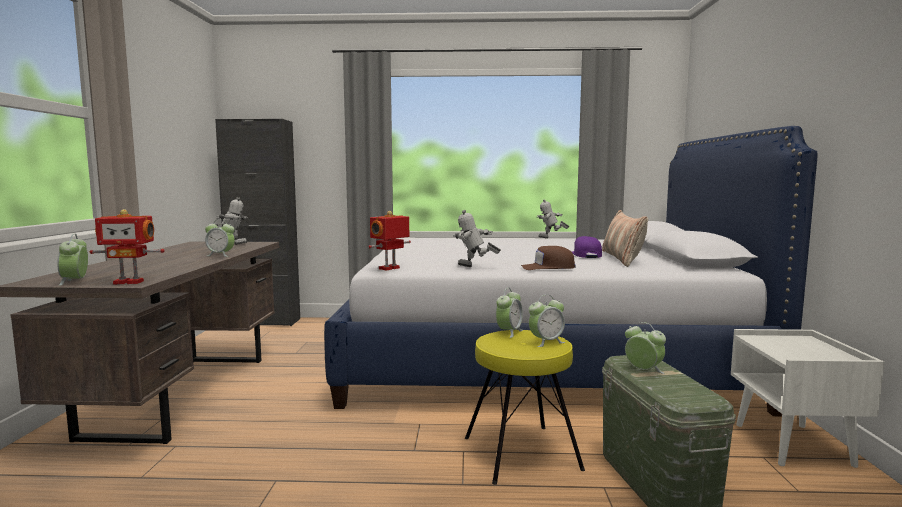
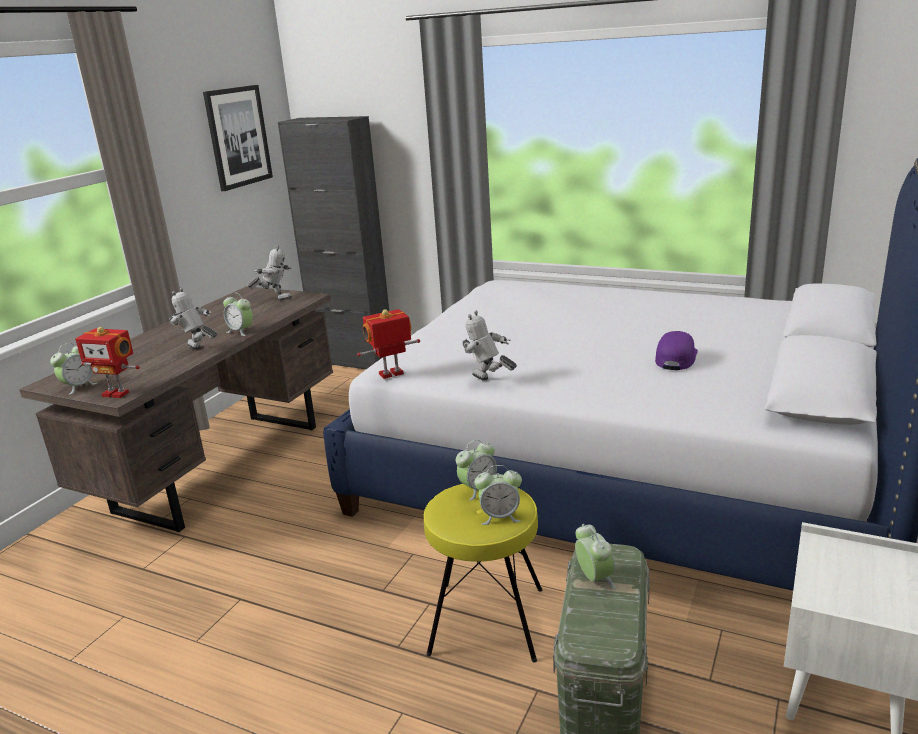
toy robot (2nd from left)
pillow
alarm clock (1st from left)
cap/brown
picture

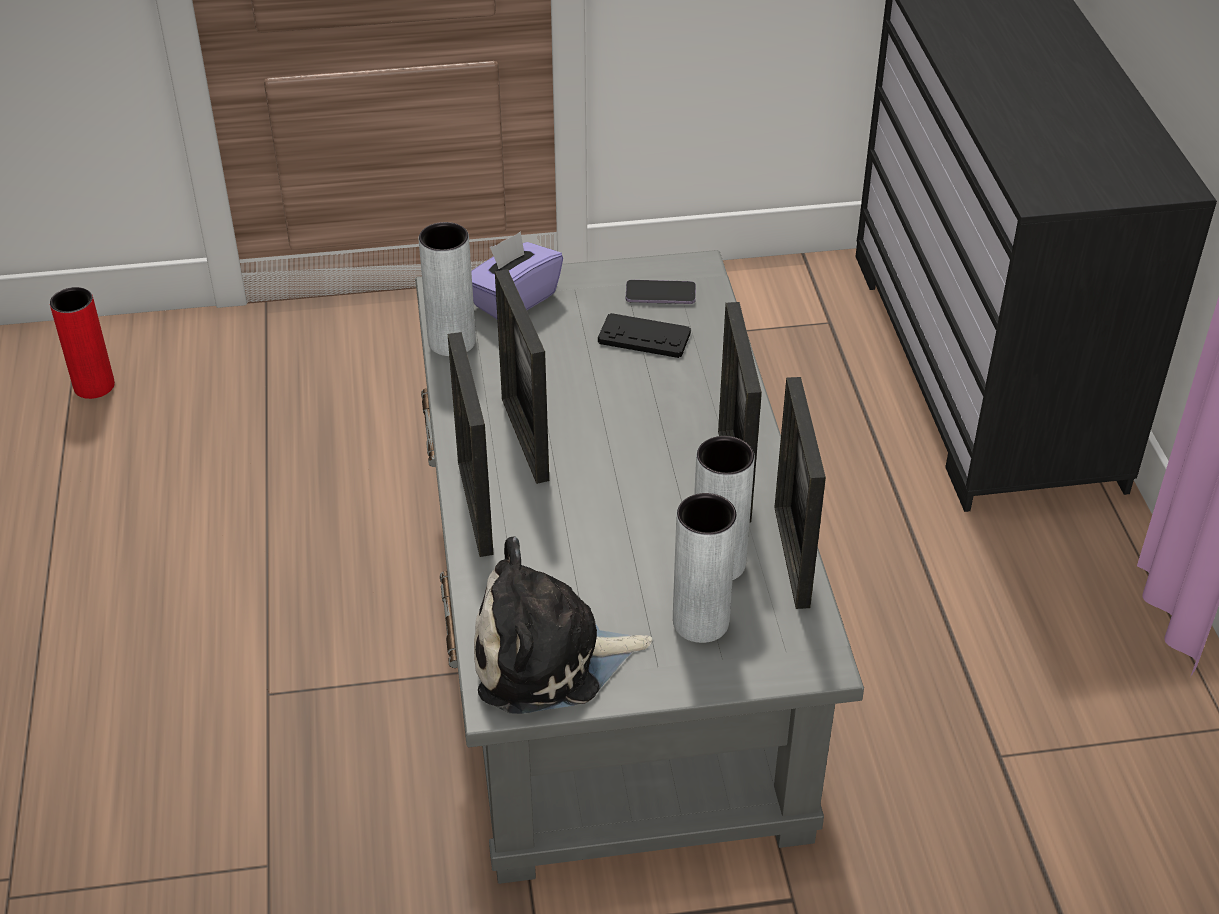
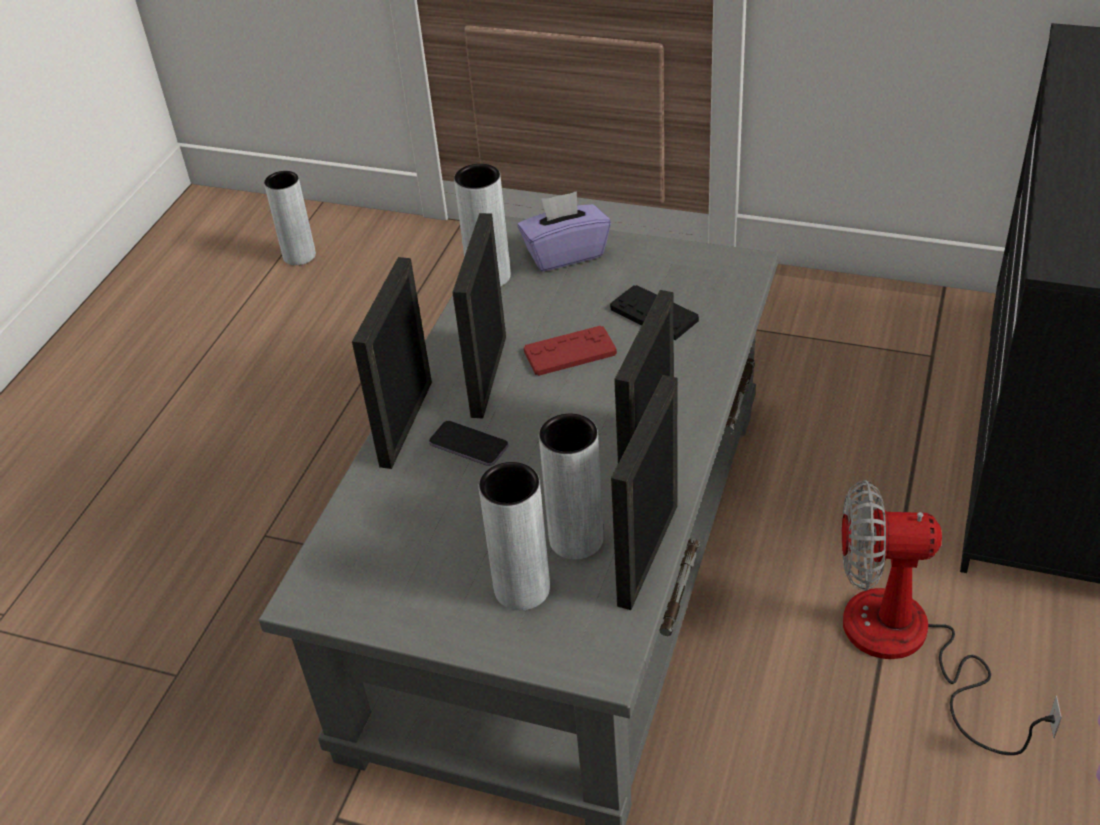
phone
vase/grey (1st from left)
plush toy
game controller/red
fan

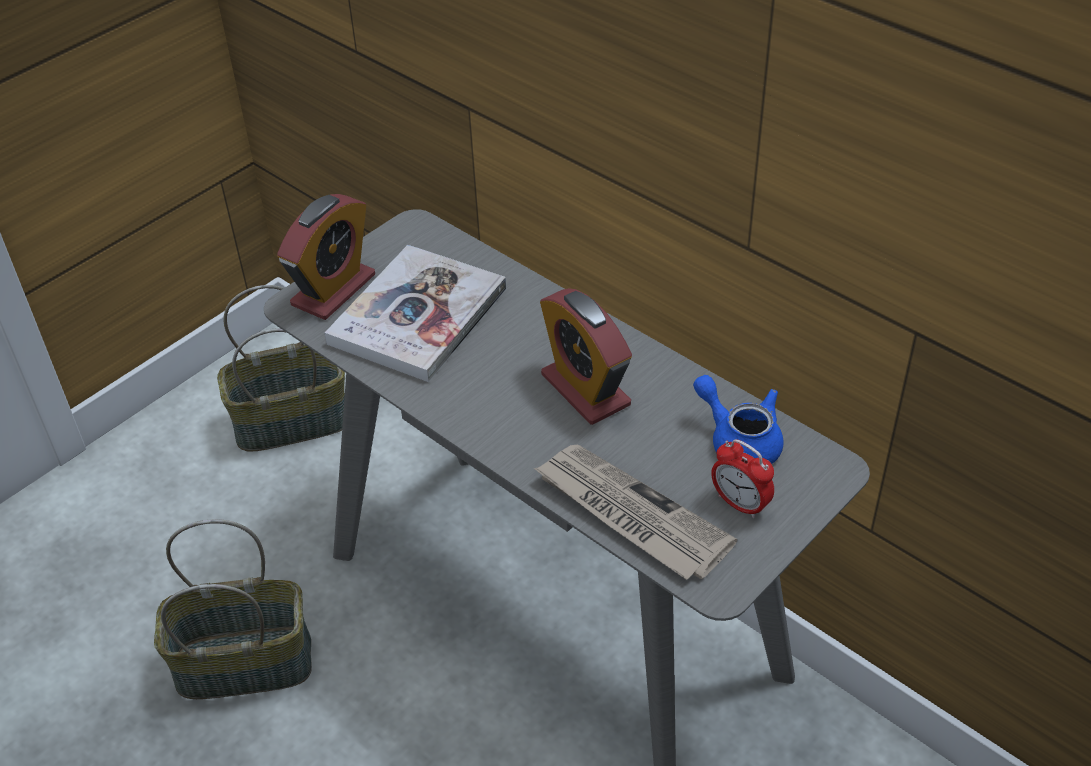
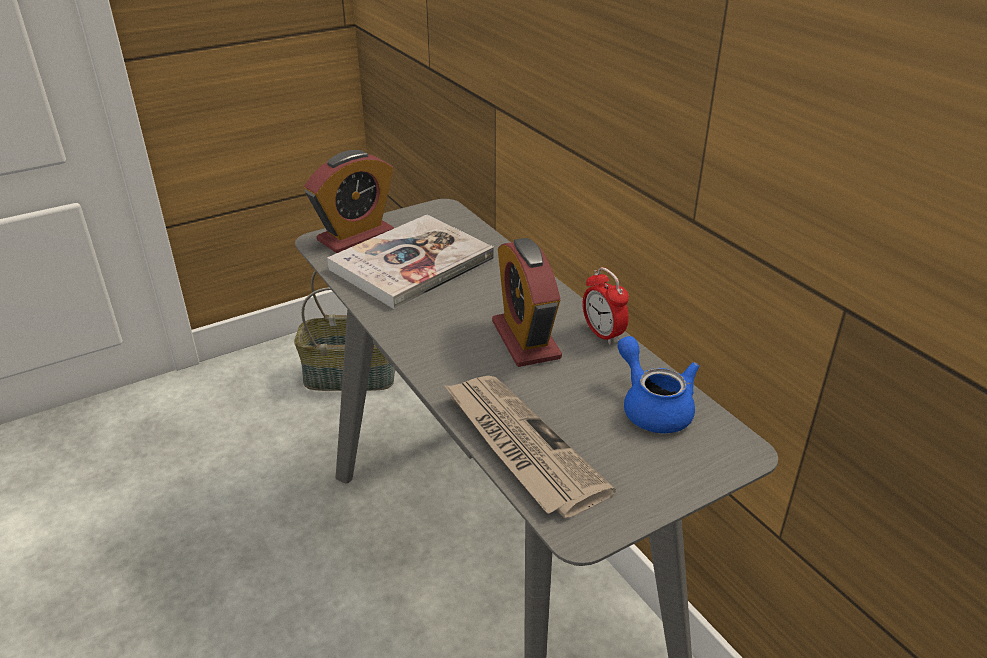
alarm clock (3rd from left)
basket (1st from left in the first image)

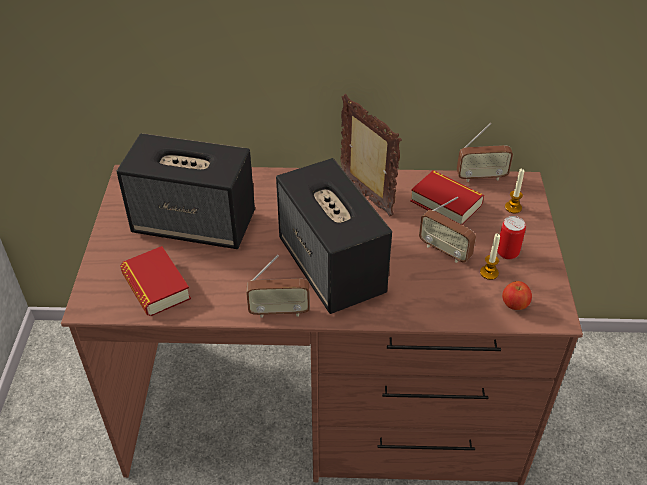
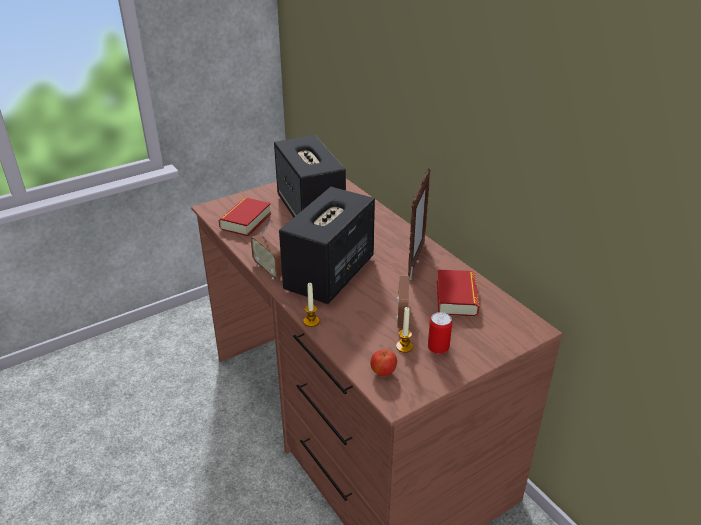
radio (3rd from left in the first image)
candle (1st from left)

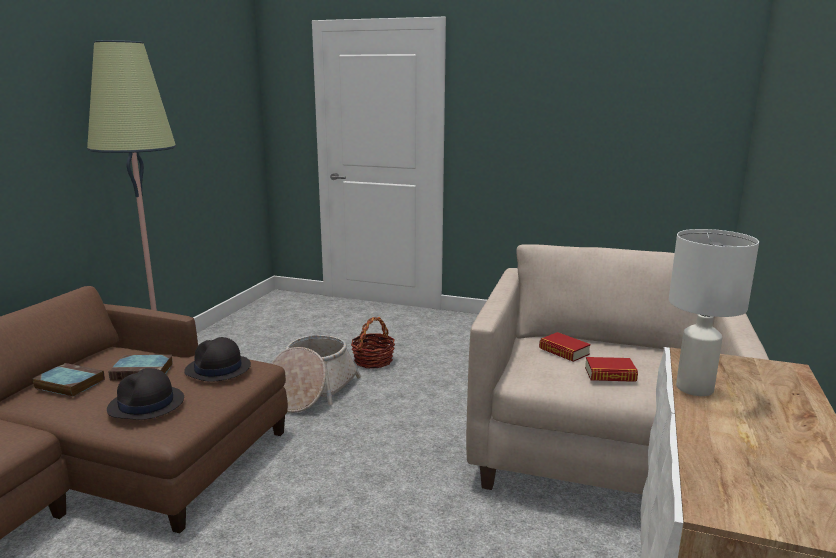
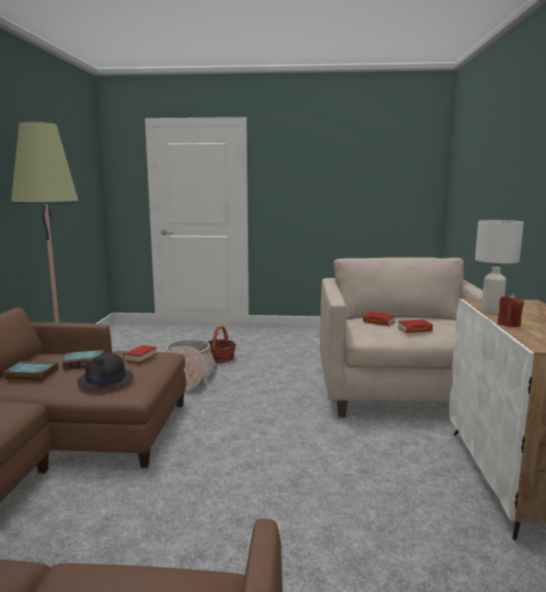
book (3rd from left)
candle/red

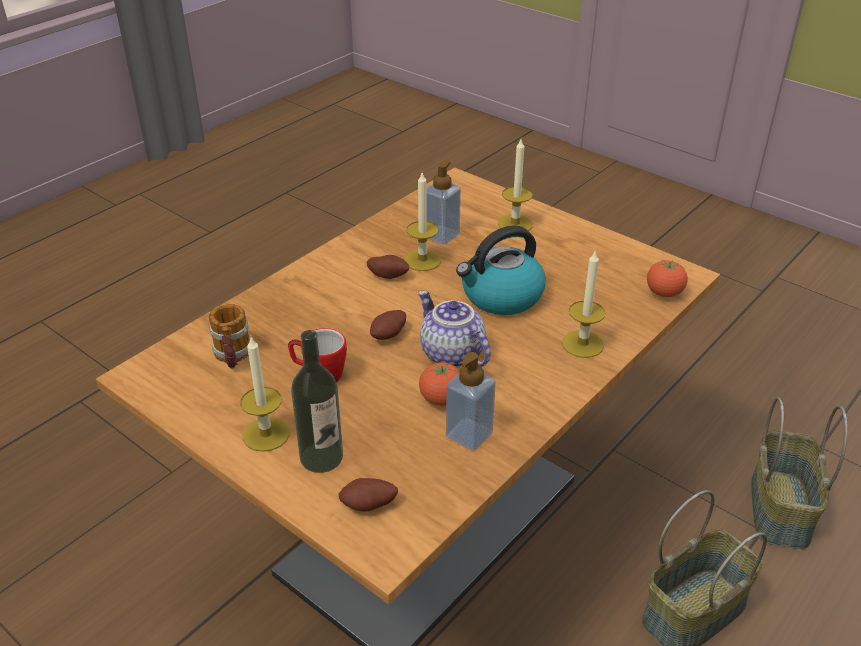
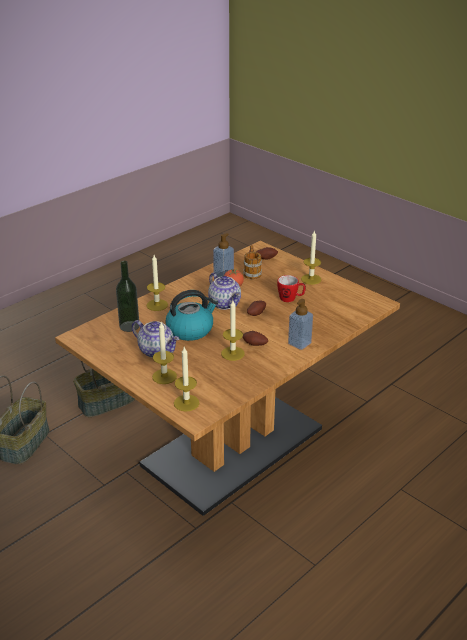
soap dispenser (2nd from left)
tomato (2nd from left in the first image)
mug (1st from left)
bottle
teapot (1st from left)
candle (3rd from left)

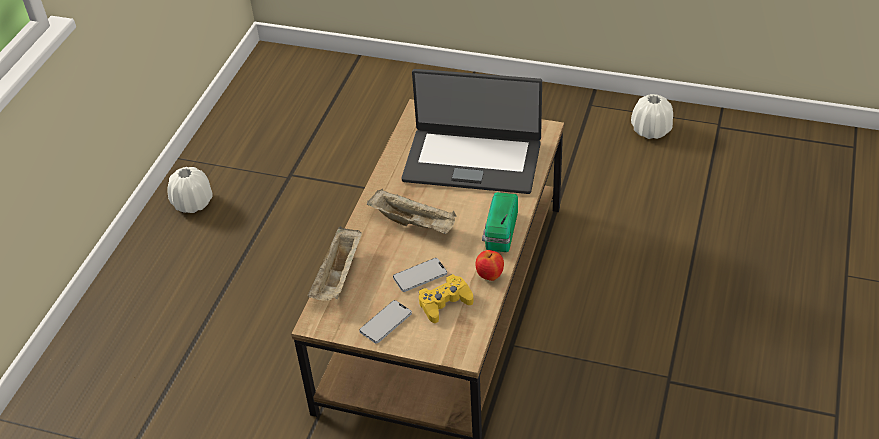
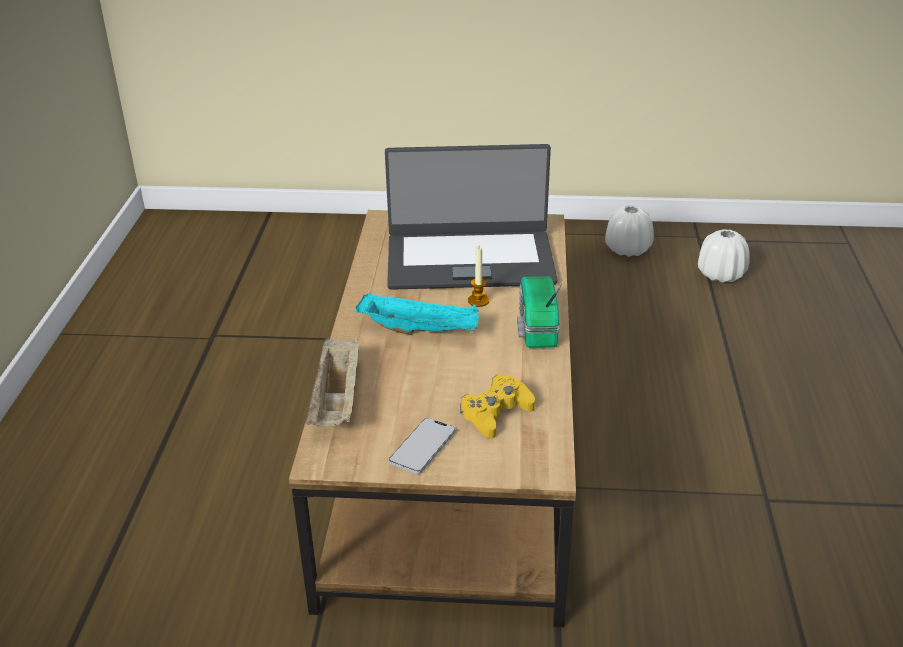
vase/white (2nd from left)
tray/turquoise
apple
phone (2nd from left in the first image)
candle

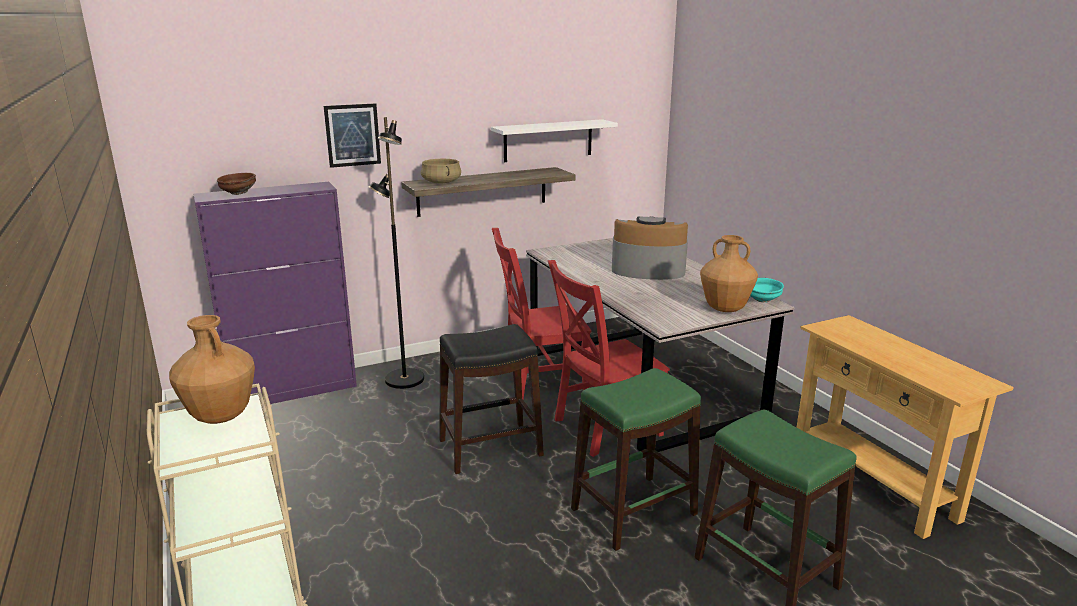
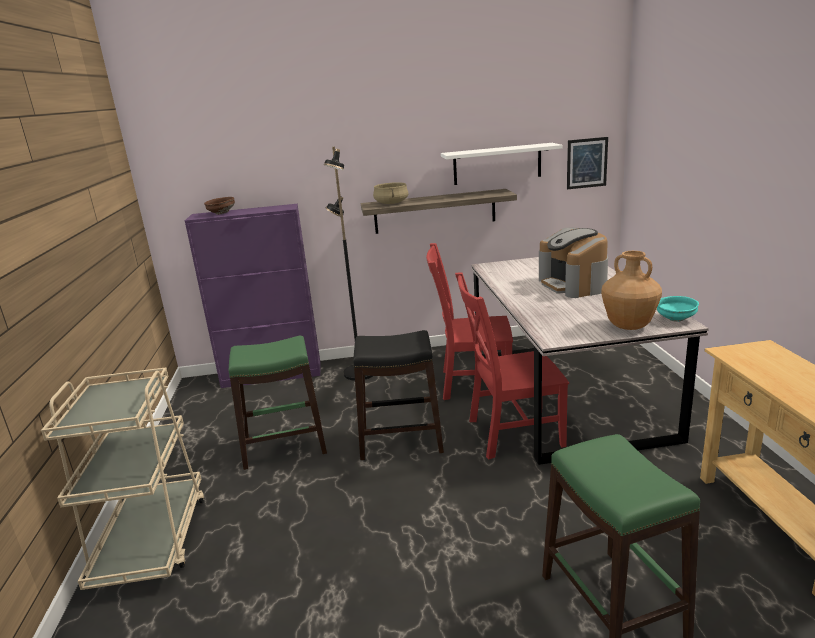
picture
coffee machine
vase/brown (1st from left in the first image)
stool/green (1st from left)

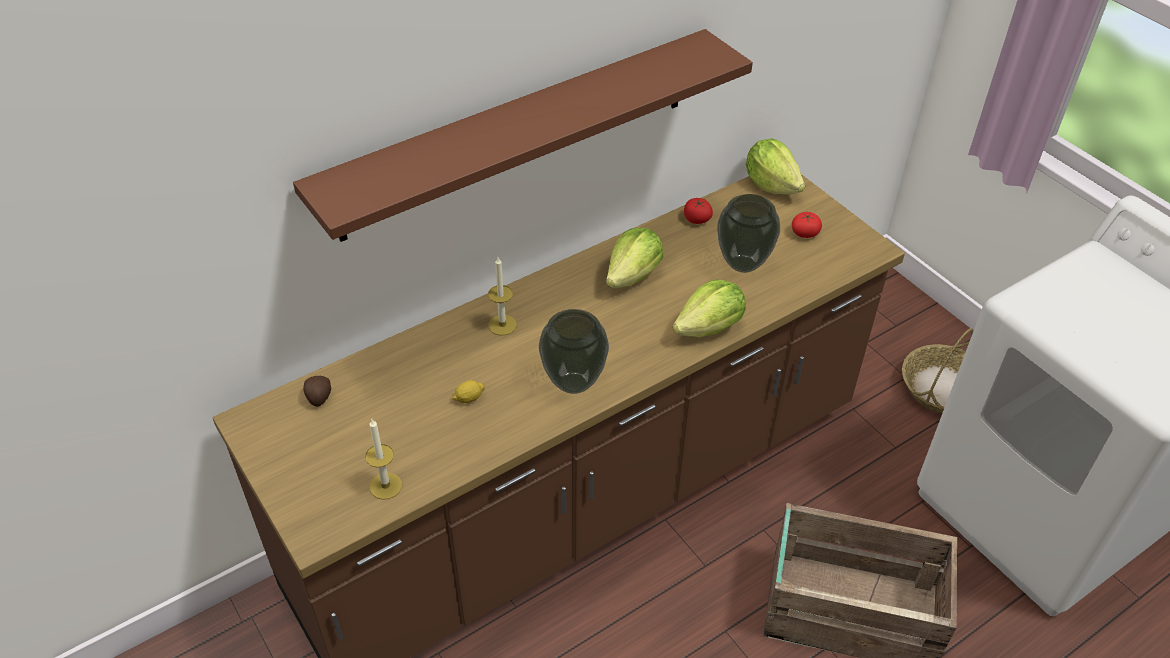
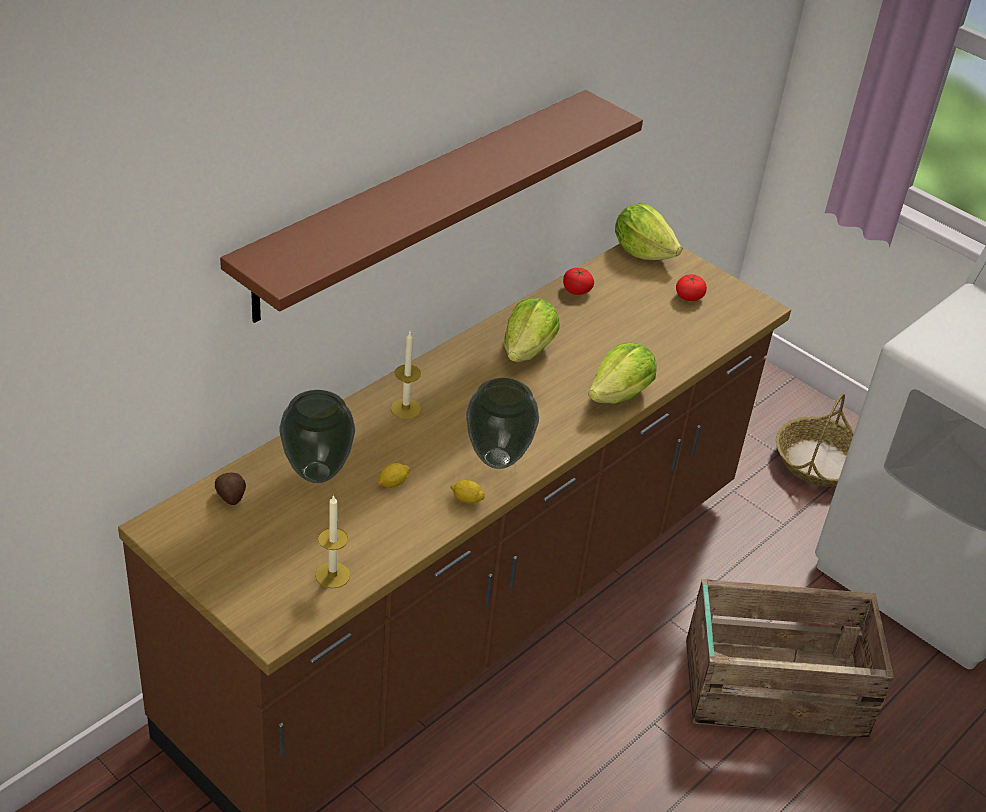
vase (1st from left)
lemon (2nd from left)

